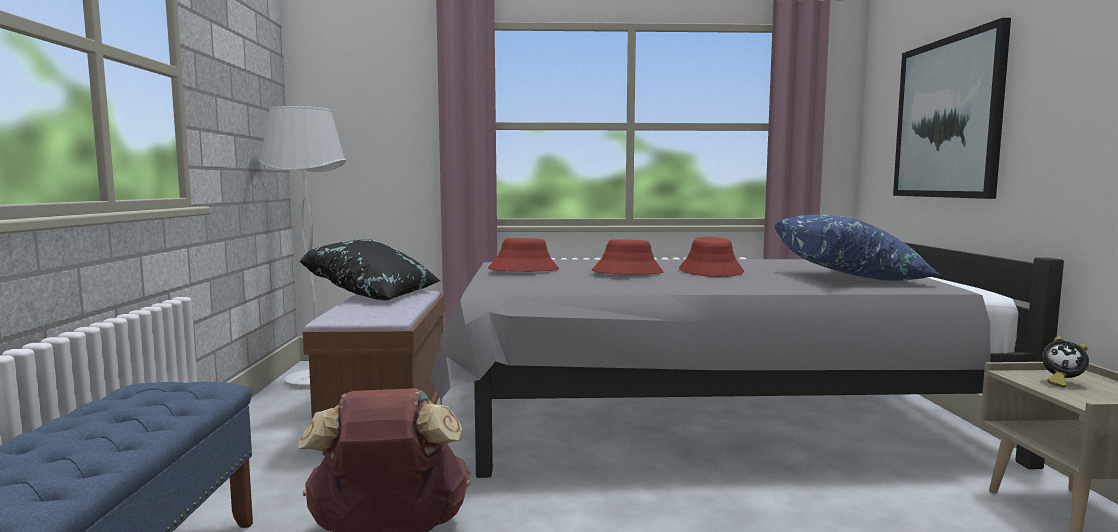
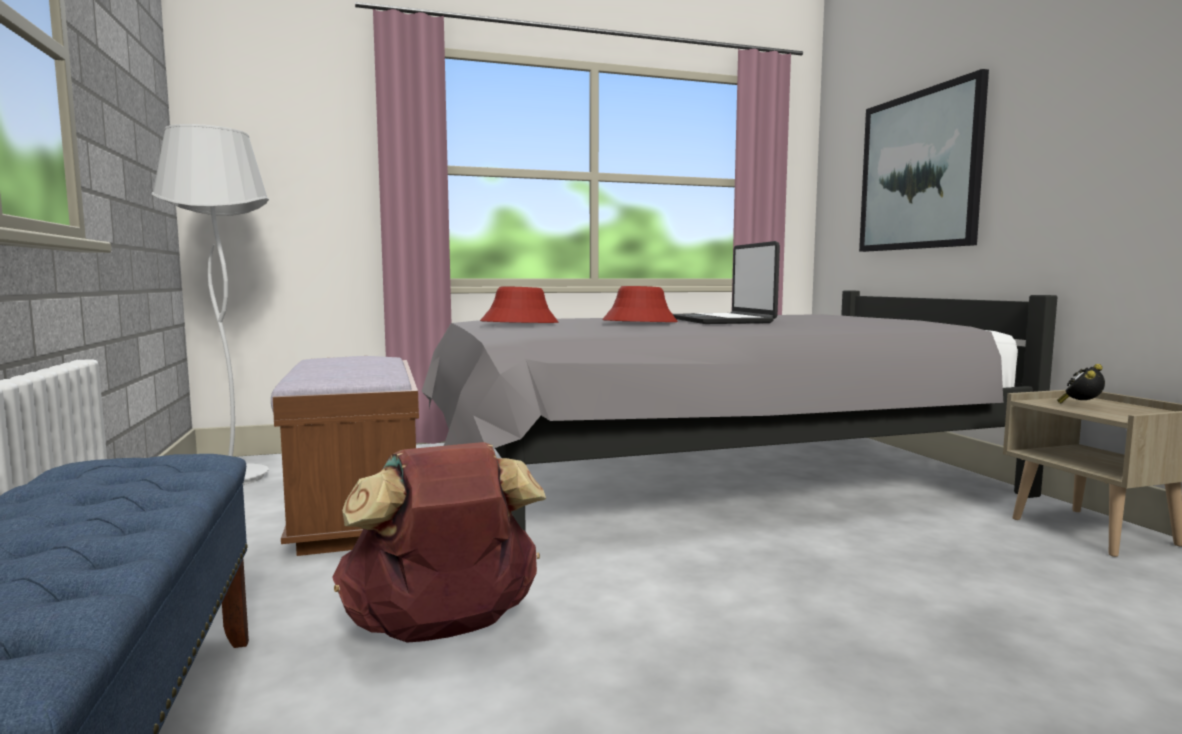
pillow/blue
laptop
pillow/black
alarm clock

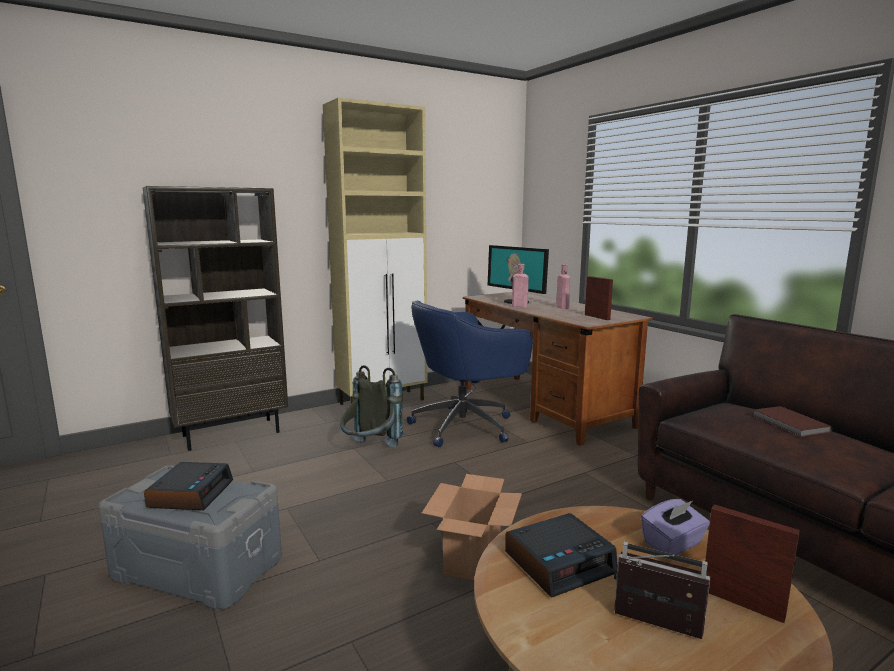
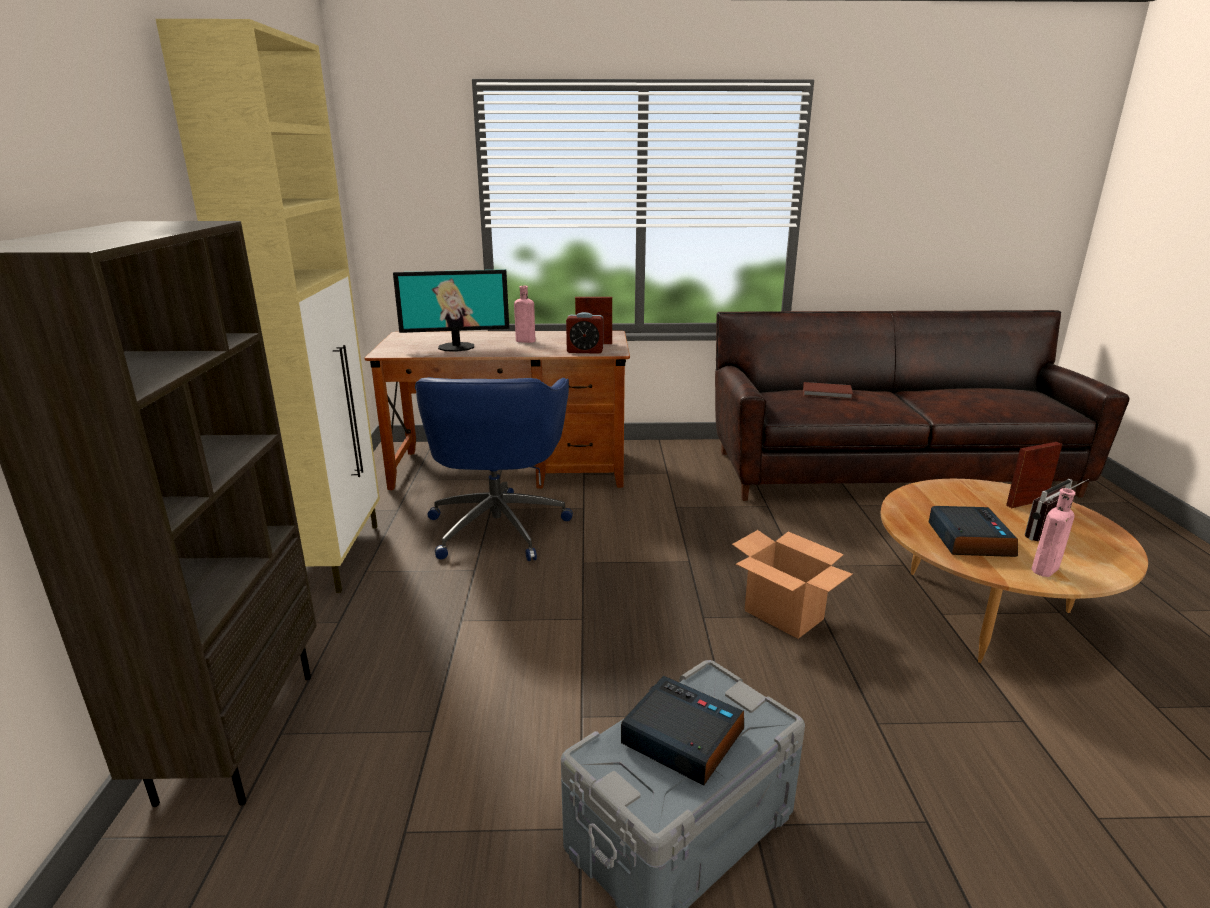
bottle/pink (2nd from left)
backpack/grey
tissue box/purple
alarm clock (1st from left)

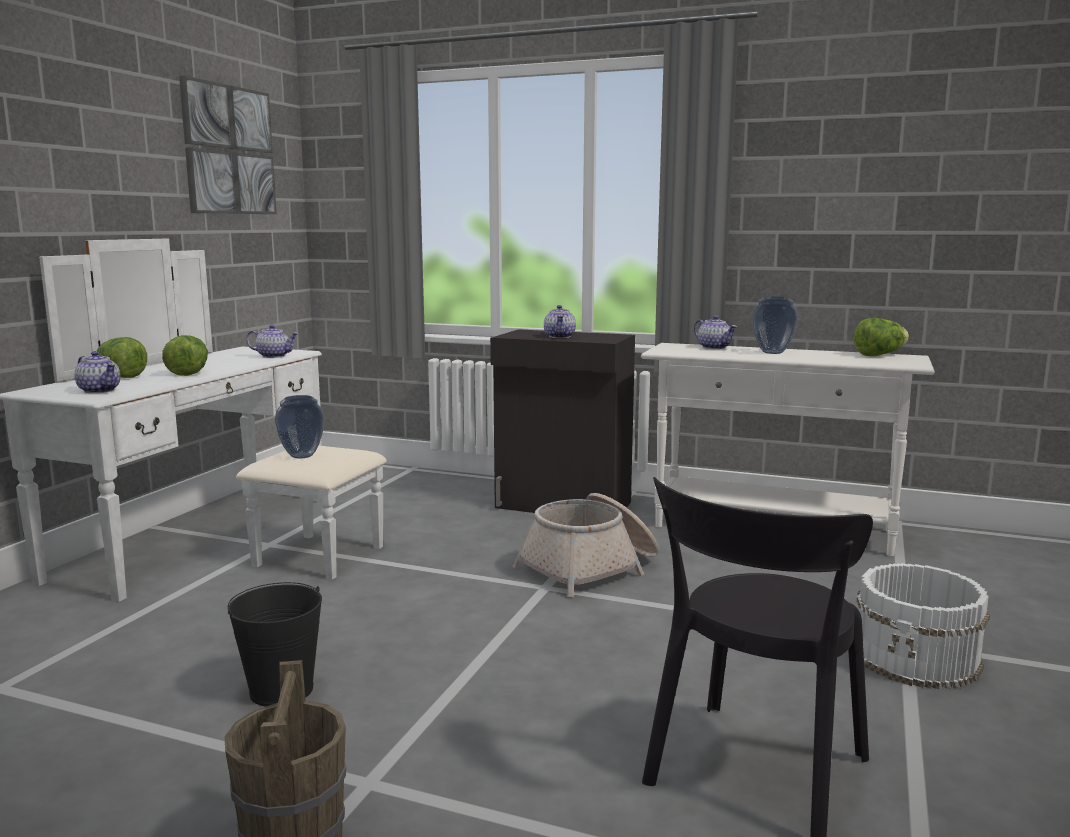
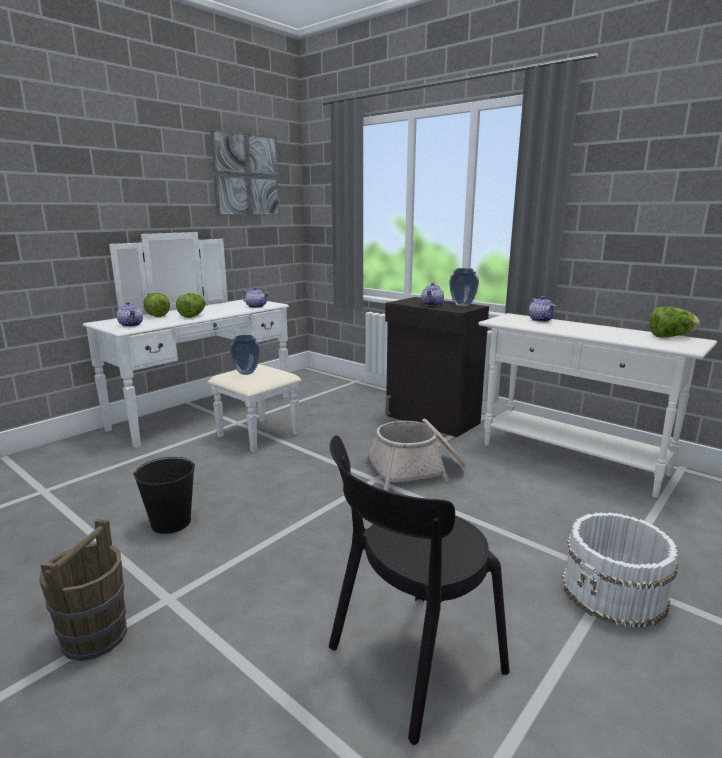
vase (2nd from left)

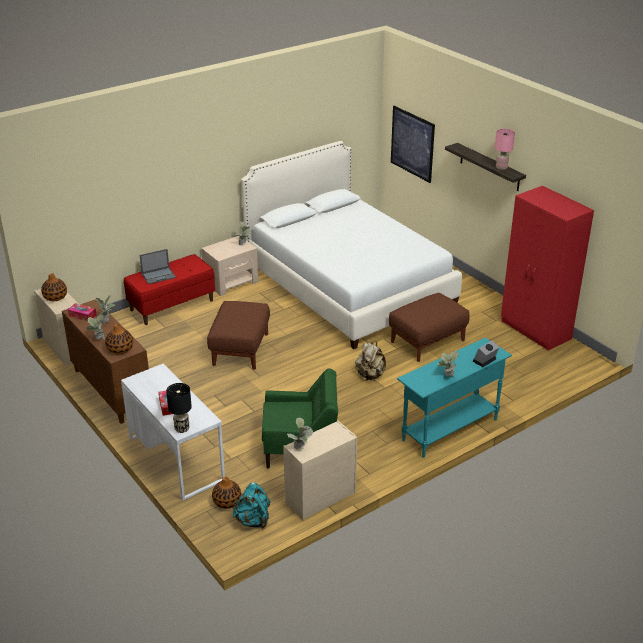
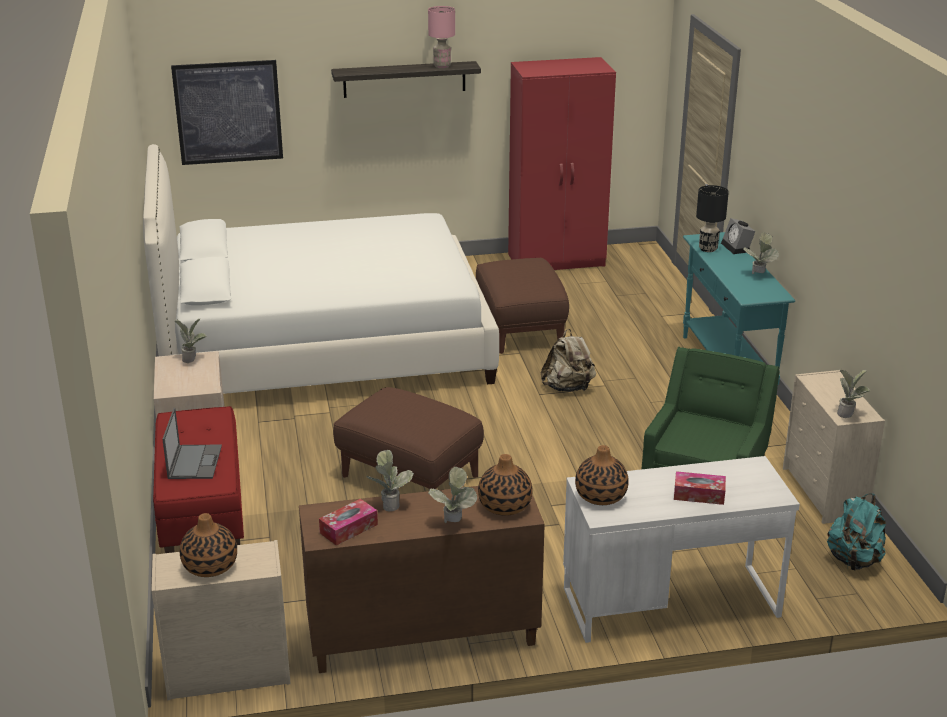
table lamp/black
vase (3rd from left)

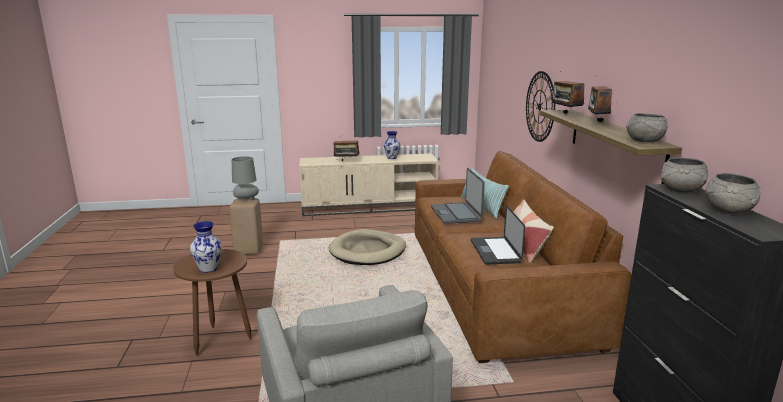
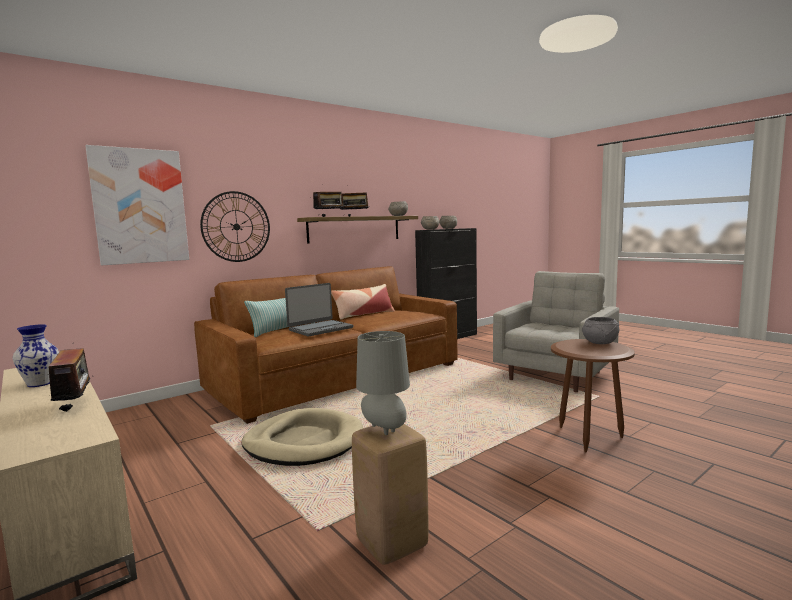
laptop (2nd from left in the first image)
bowl/grey (4th from left)
picture

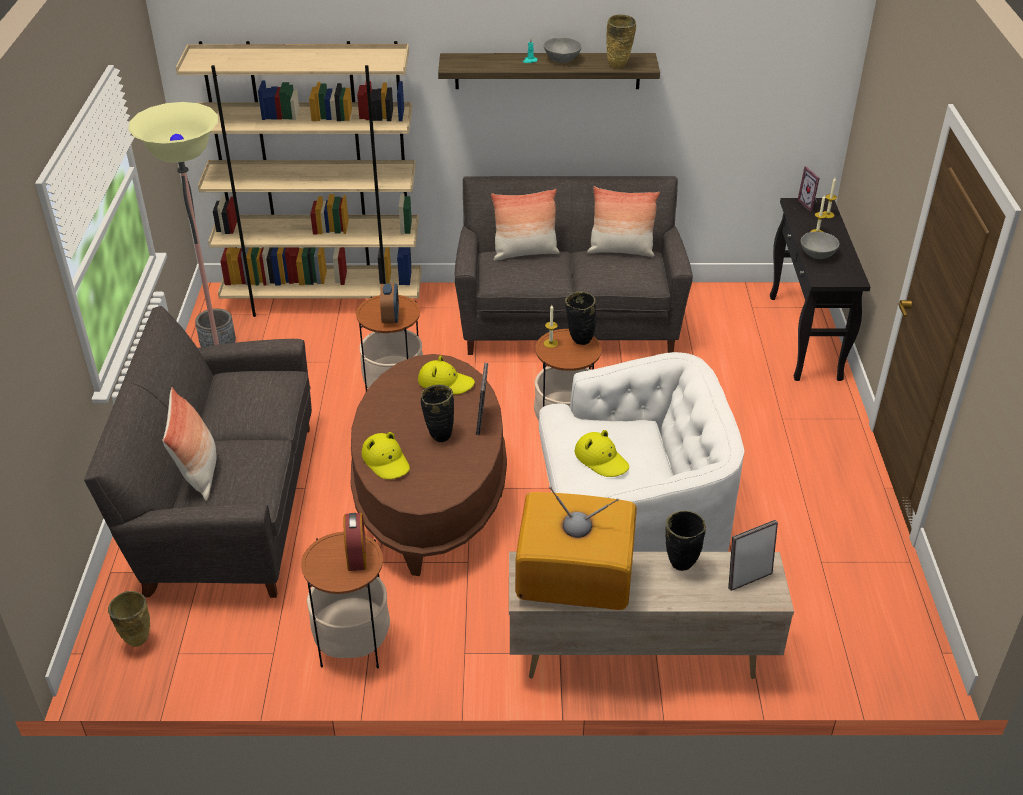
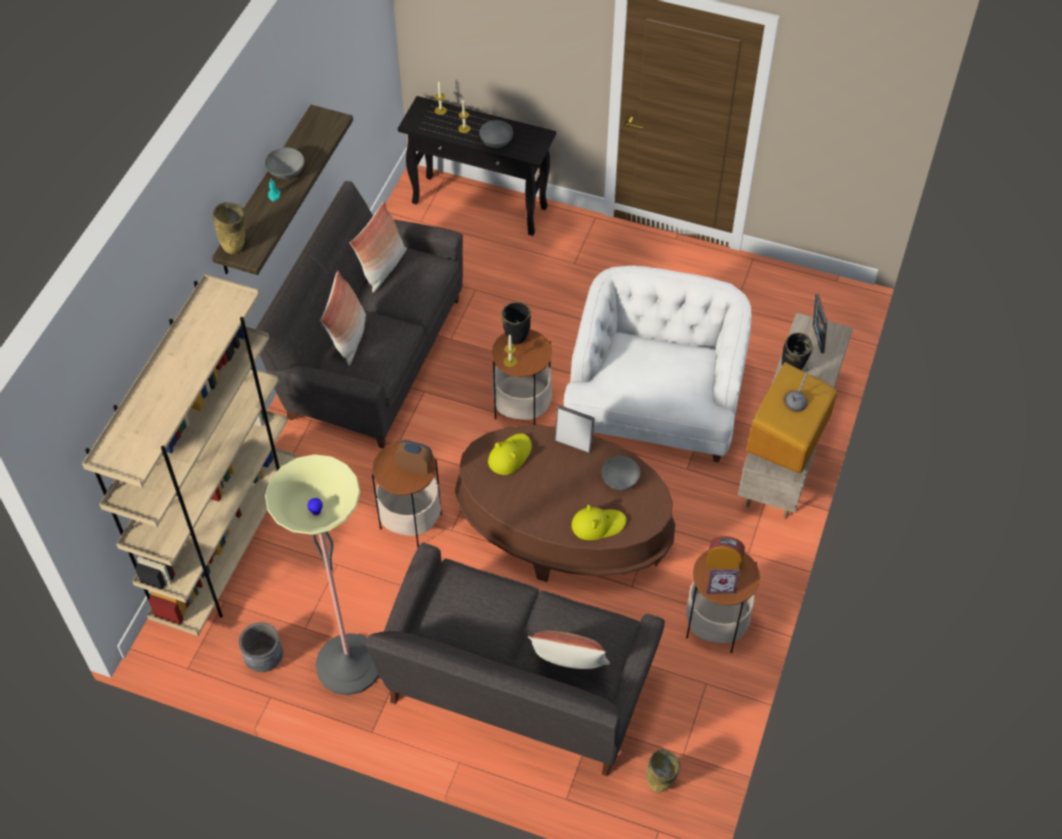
vase/beige (1st from left)
picture frame (2nd from left)
vase/black (1st from left in the first image)
hat/yellow (3rd from left in the first image)
bowl/grey (3rd from left)

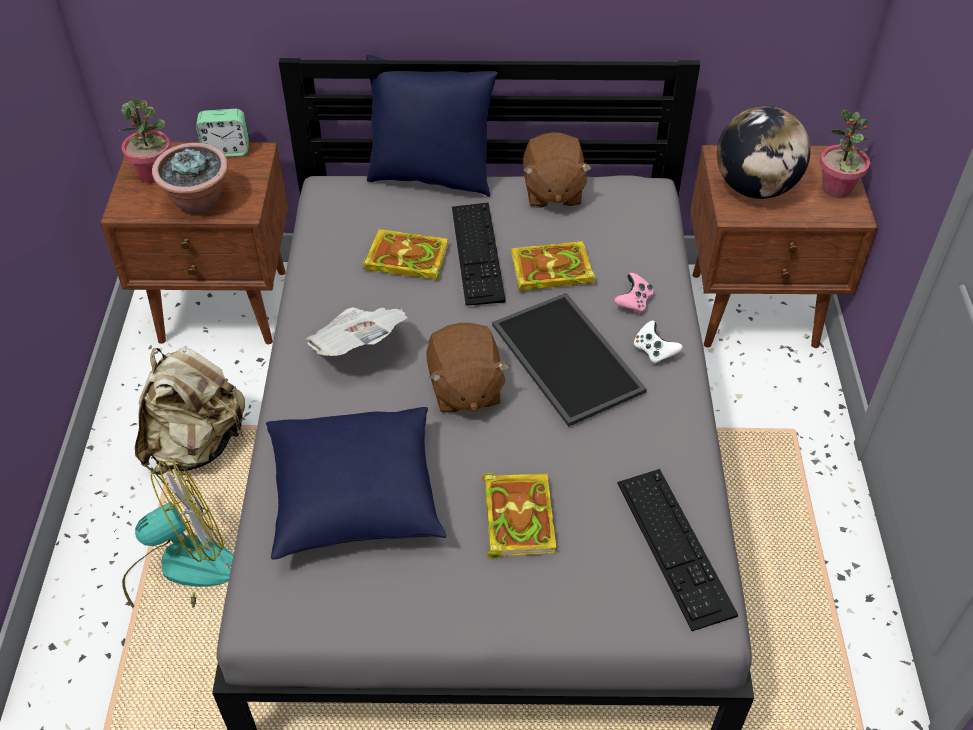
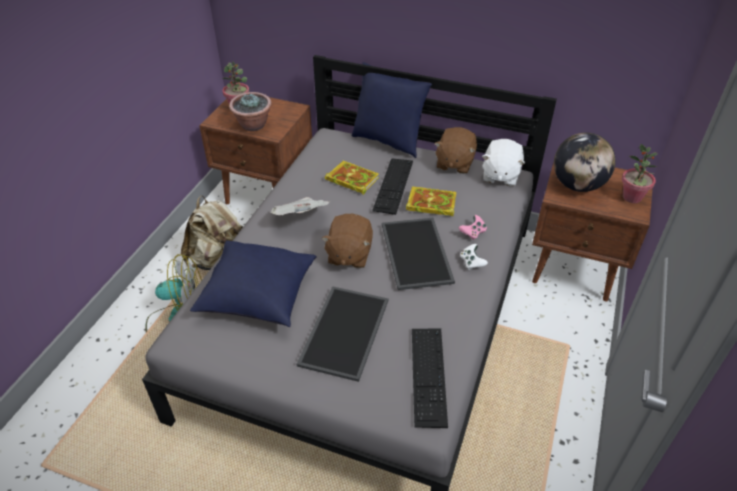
alarm clock
tray (1st from left)
plush toy/white

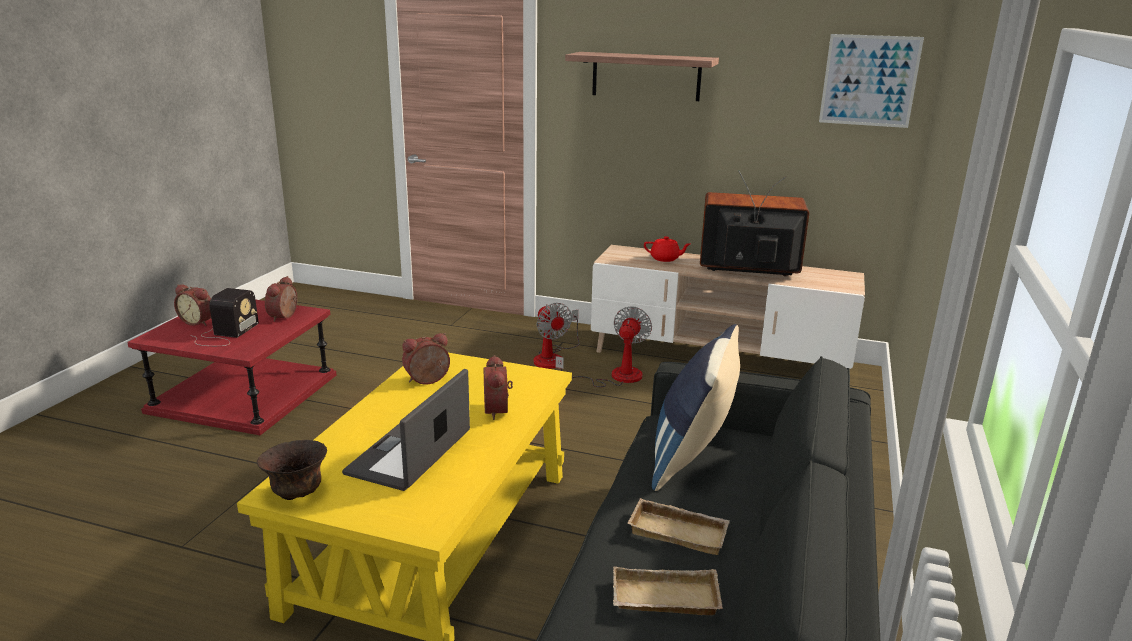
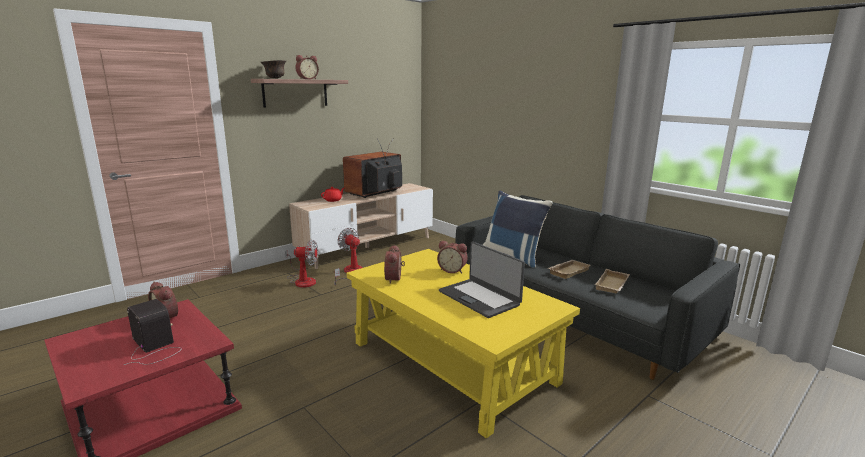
picture
alarm clock (2nd from left)
bowl/brown

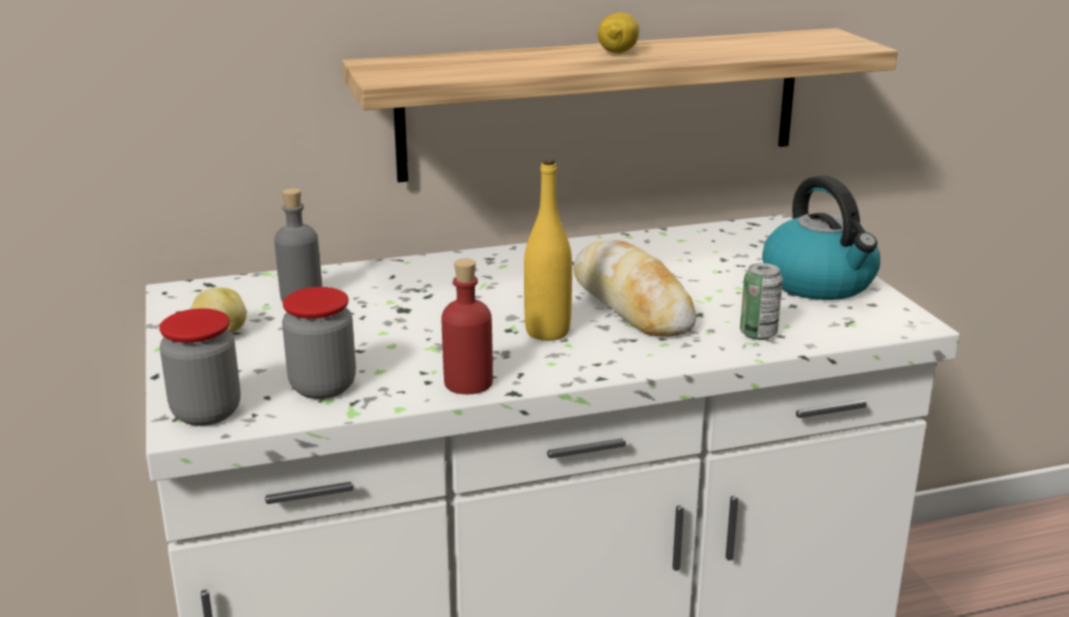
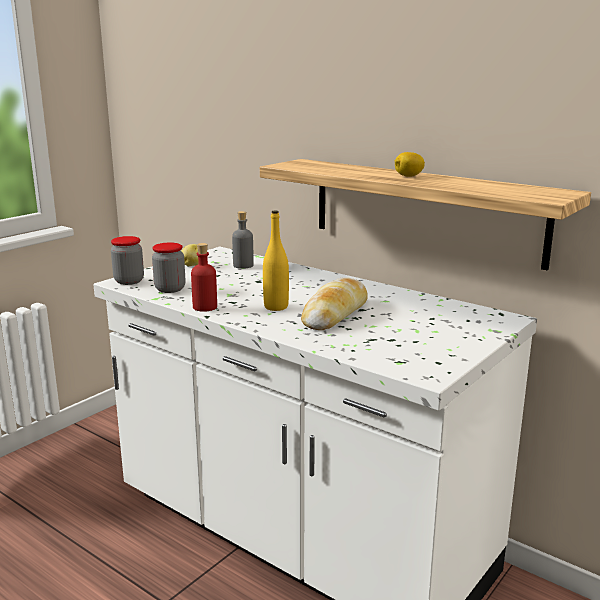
kettle
can

